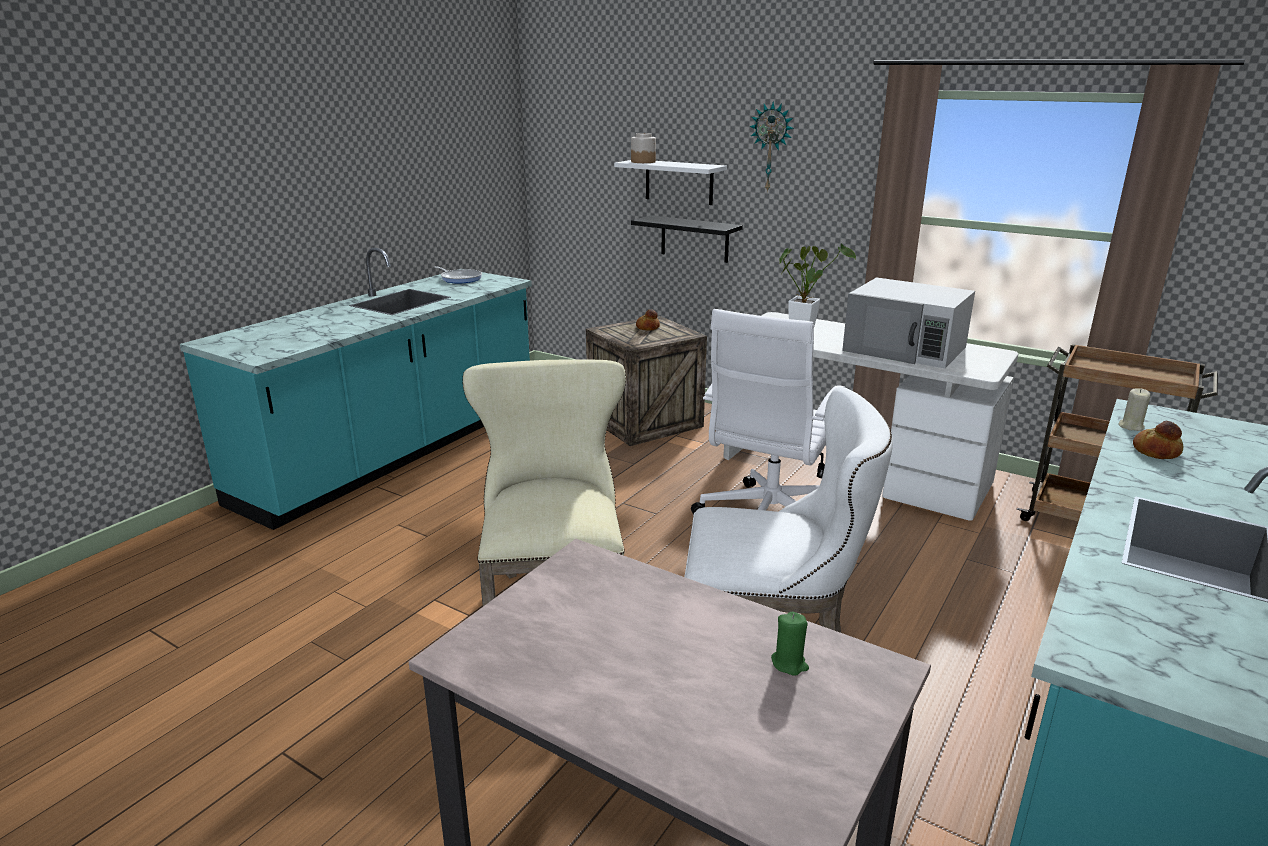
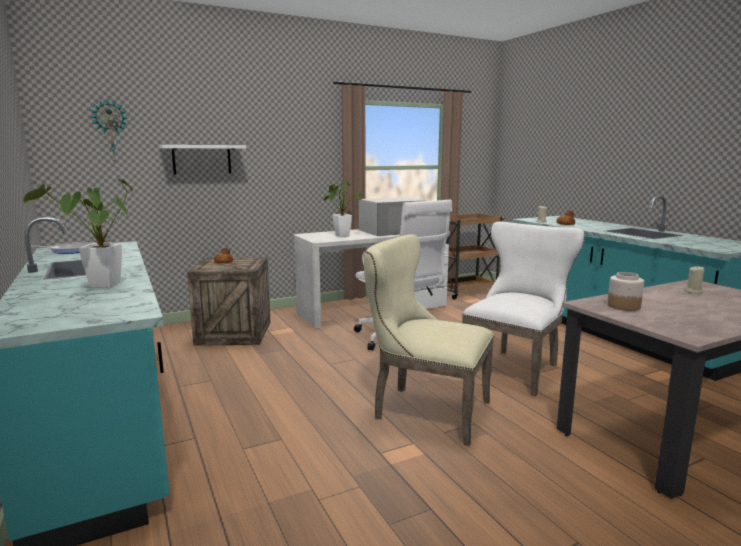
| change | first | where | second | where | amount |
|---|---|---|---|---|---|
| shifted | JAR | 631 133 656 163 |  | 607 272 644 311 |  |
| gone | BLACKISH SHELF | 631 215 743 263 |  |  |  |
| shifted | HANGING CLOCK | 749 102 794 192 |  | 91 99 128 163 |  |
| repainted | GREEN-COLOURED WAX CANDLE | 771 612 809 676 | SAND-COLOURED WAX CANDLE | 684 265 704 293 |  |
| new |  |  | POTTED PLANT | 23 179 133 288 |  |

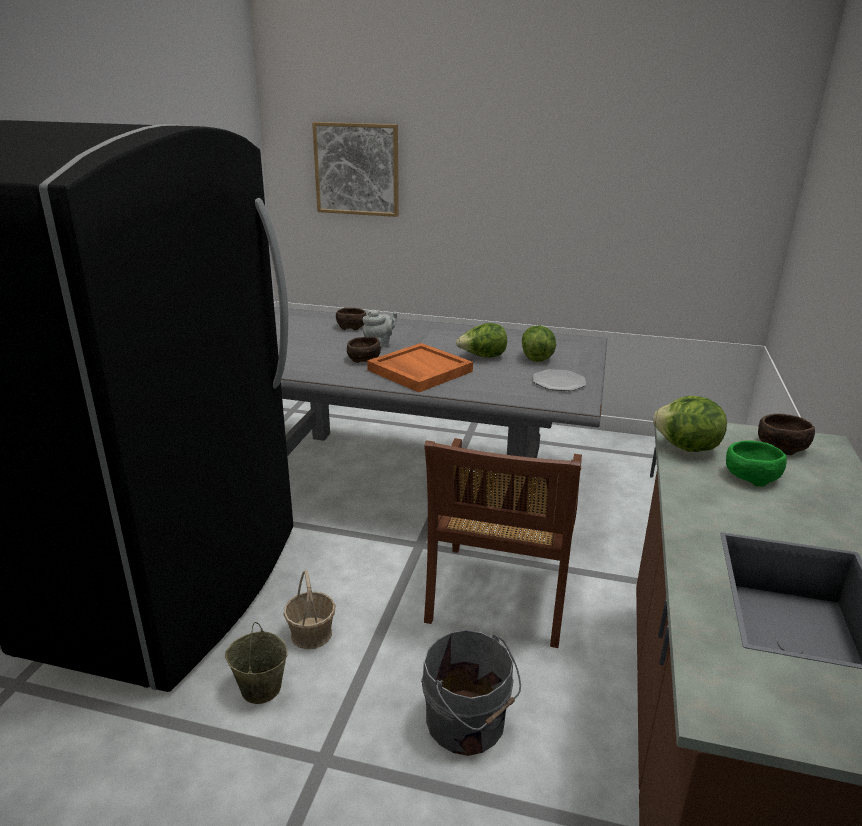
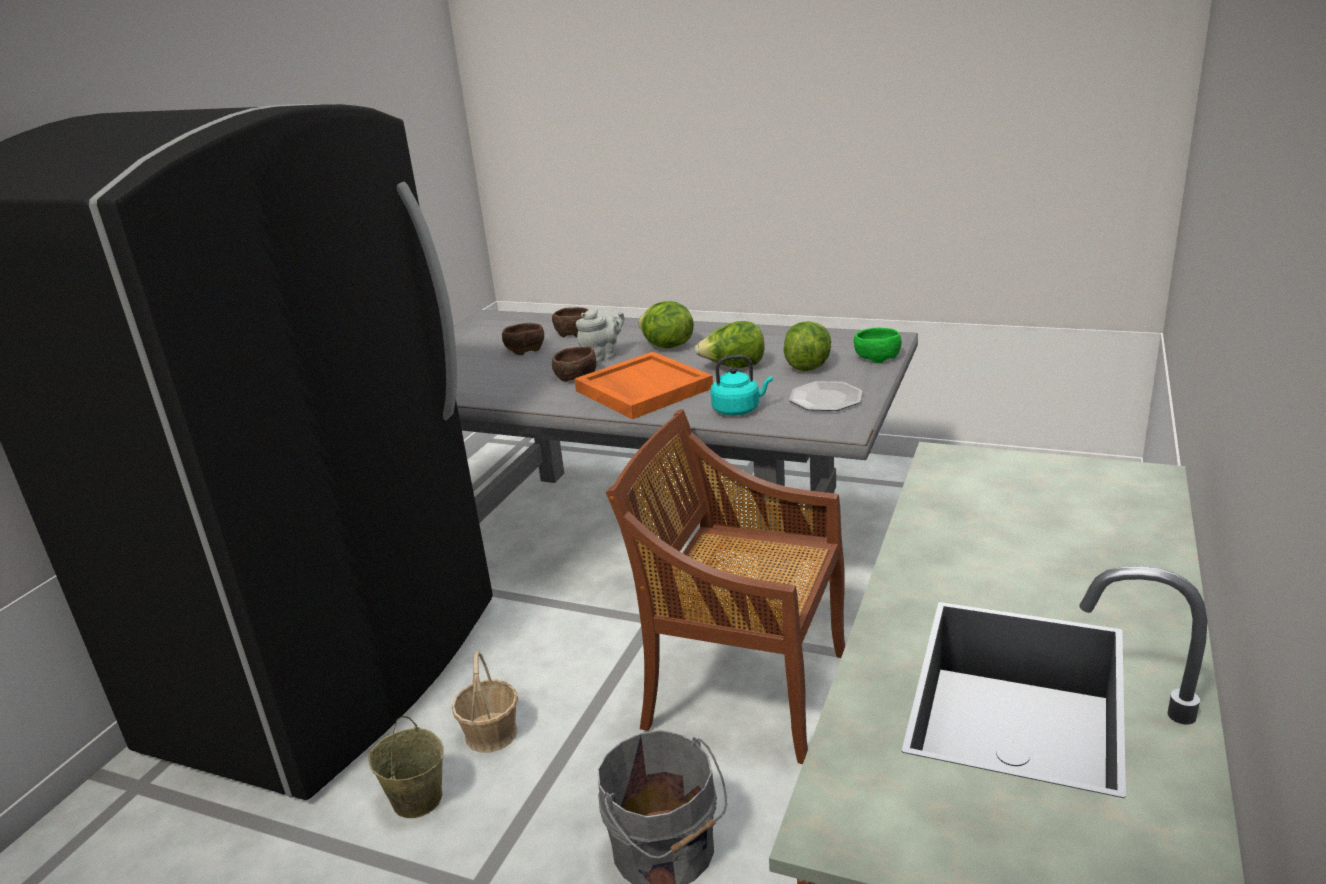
| change | first | where | second | where | amount |
|---|---|---|---|---|---|
| gone | WALL PICTURE | 312 122 399 217 |  |  |  |
| rotated | BROWN-COLOURED CHAIR | 424 438 582 648 |  | 606 409 845 764 | 90 degrees clockwise |
| shifted | HEAD OF LETTUCE | 653 396 727 452 |  | 638 301 694 348 |  |
| shifted | GREEN-COLOURED DEEP DISH | 726 440 787 487 |  | 854 328 902 363 |  |
| shifted | BROWN-COLOURED DEEP DISH | 758 414 815 455 |  | 502 323 544 355 |  |
| new |  |  | TURQUOISE-COLOURED TEA KETTLE | 710 355 773 416 |  |

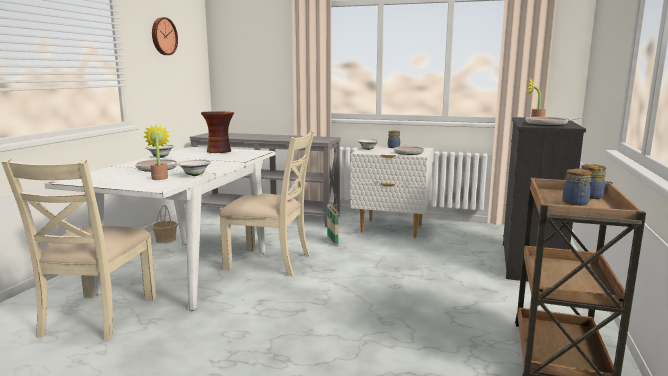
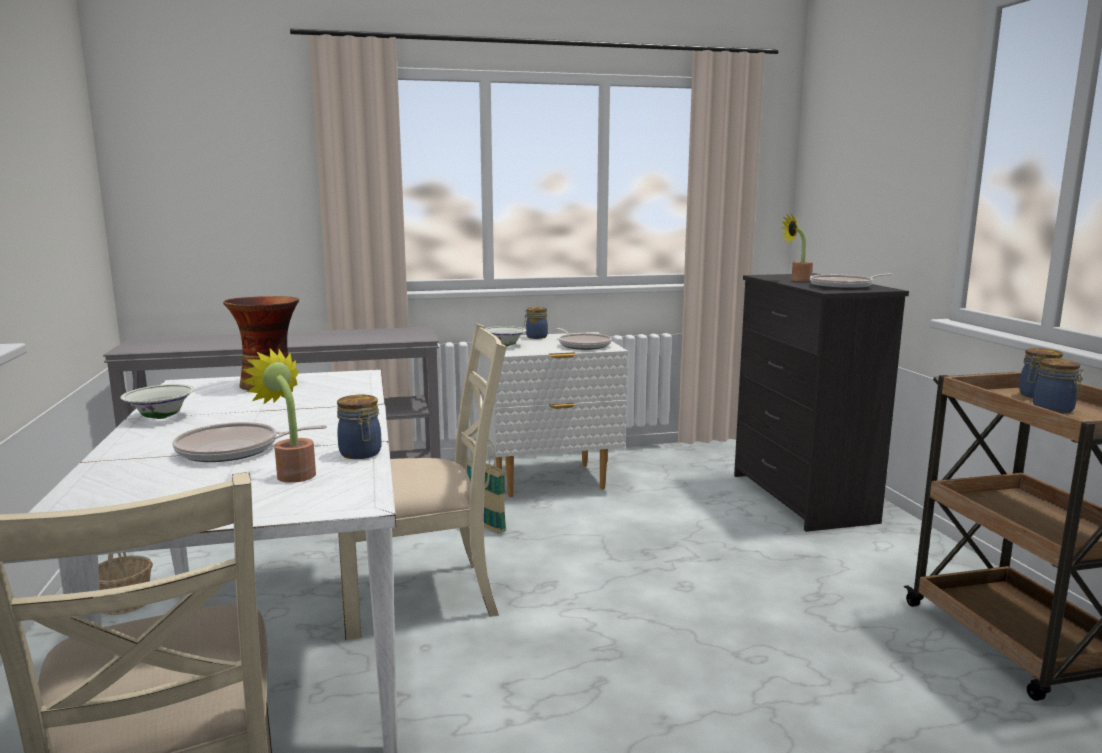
| change | first | where | second | where | amount |
|---|---|---|---|---|---|
| gone | HANGING CLOCK | 152 17 178 55 |  |  |  |
| swapped | WHITISH DEEP DISH | 176 160 212 176 | JAR | 337 395 382 459 |  |

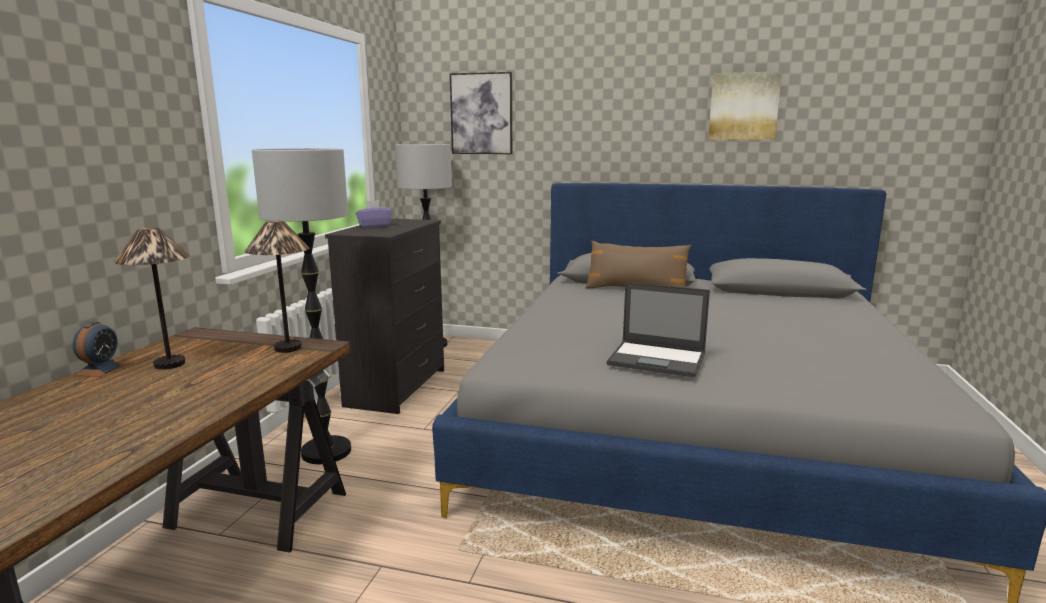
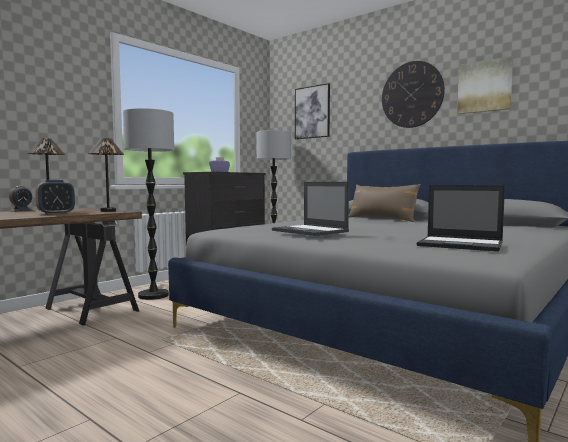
| change | first | where | second | where | amount |
|---|---|---|---|---|---|
| new |  |  | ALARM CLOCK | 35 180 75 215 |  |
| new |  |  | HANGING CLOCK | 382 61 445 128 |  |
| new |  |  | NOTEBOOK COMPUTER | 417 185 505 252 |  |

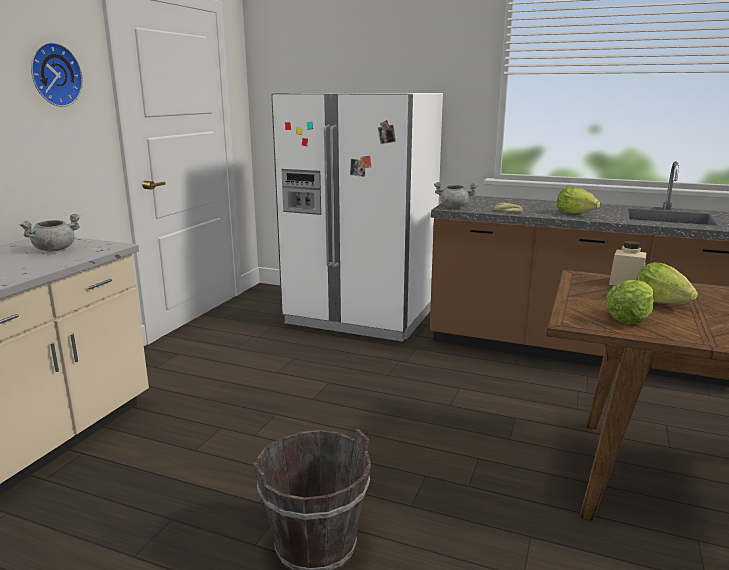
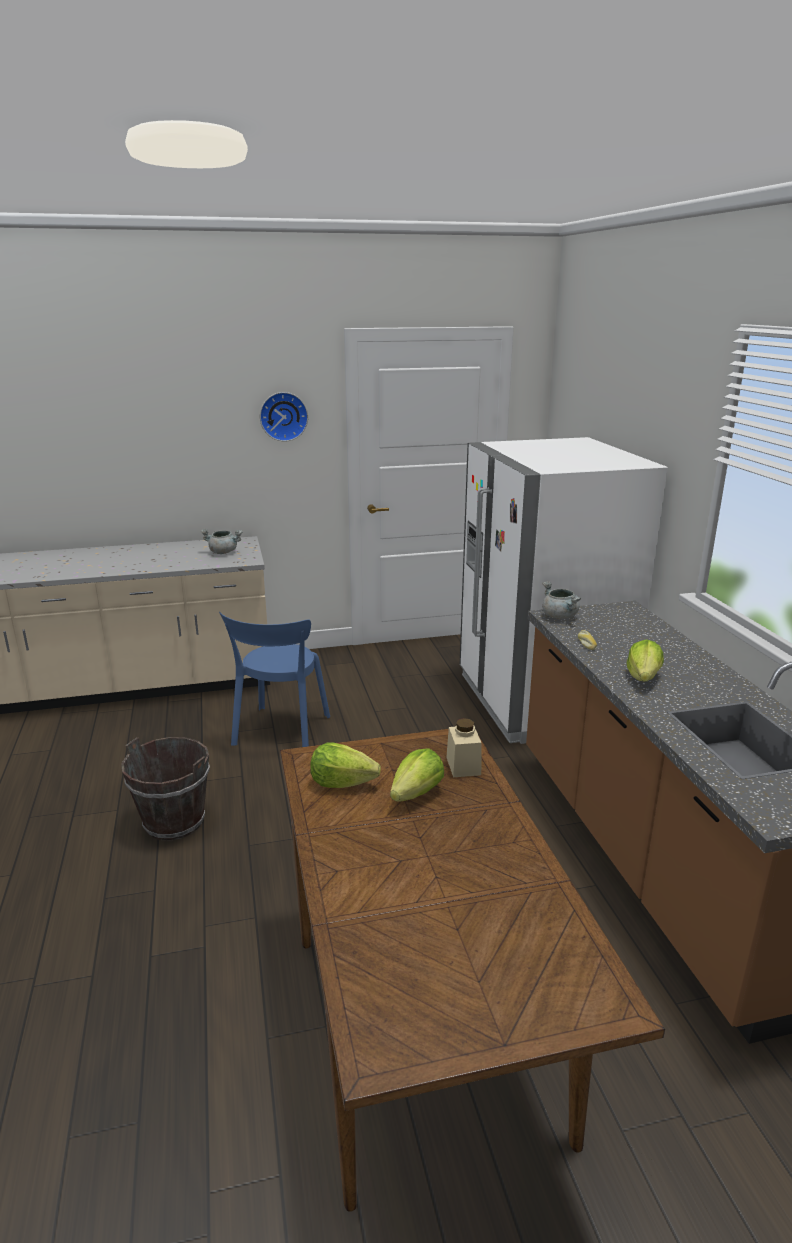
| change | first | where | second | where | amount |
|---|---|---|---|---|---|
| new |  |  | BLUE CHAIR | 219 611 330 747 |  |

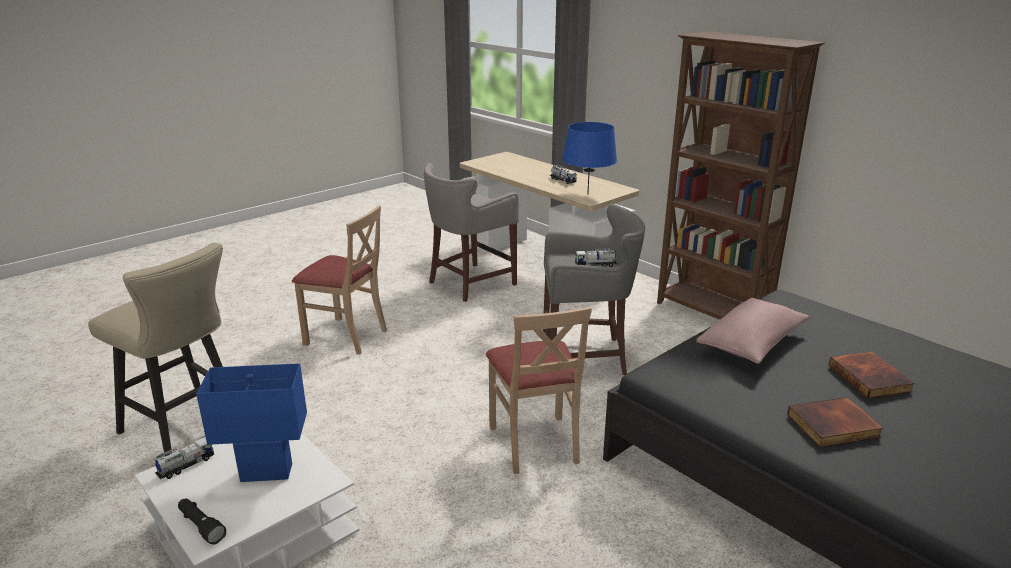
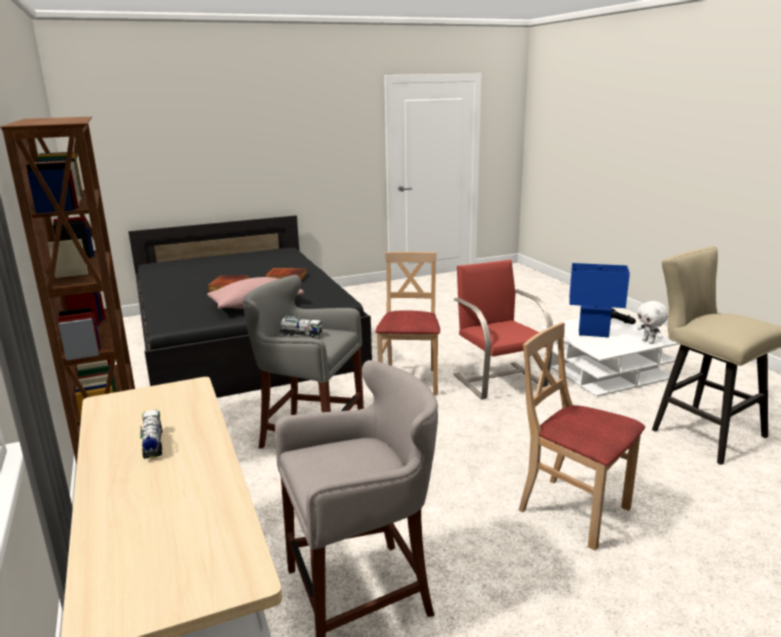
| change | first | where | second | where | amount |
|---|---|---|---|---|---|
| swapped | MODEL TRUCK | 155 437 214 479 | WHITISH PLUSH TOY | 637 301 668 344 |  |
| gone | BLUE TABLE LAMP | 562 122 617 195 |  |  |  |
| new |  |  | RED CHAIR | 453 260 553 399 |  |

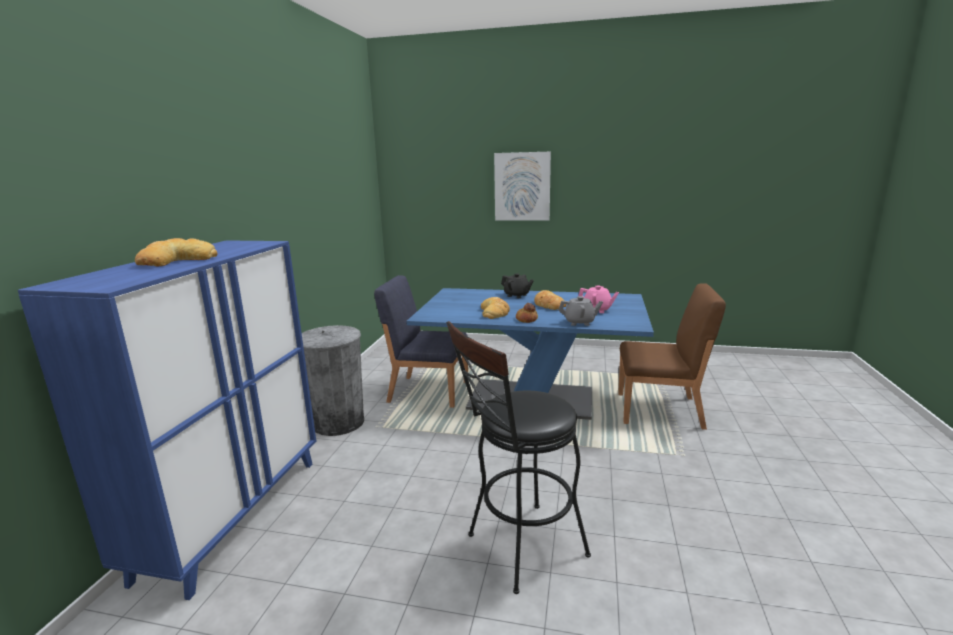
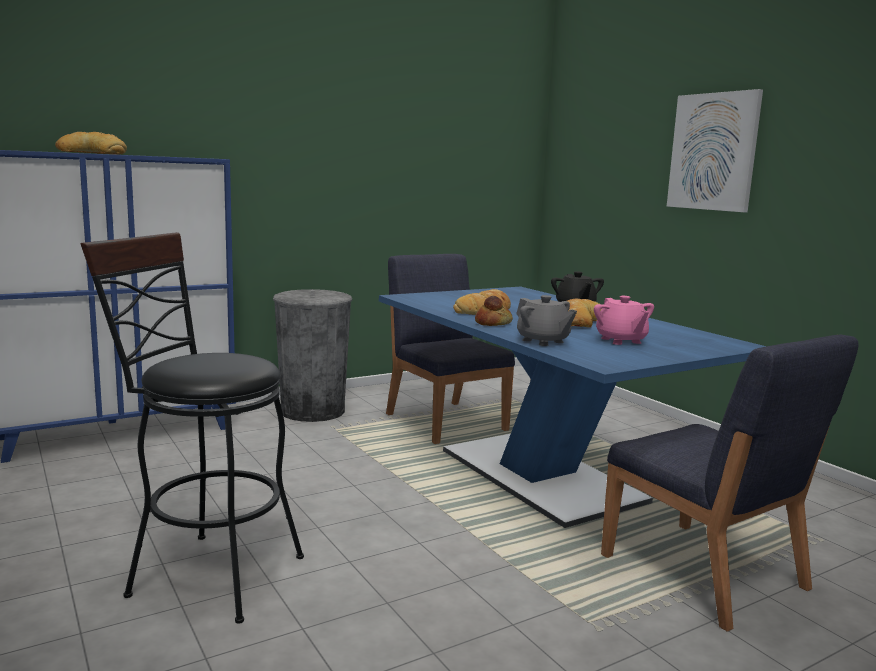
| change | first | where | second | where | amount |
|---|---|---|---|---|---|
| repainted | BROWN-COLOURED CHAIR | 618 283 726 430 | BLUE CHAIR | 601 335 858 632 |  |

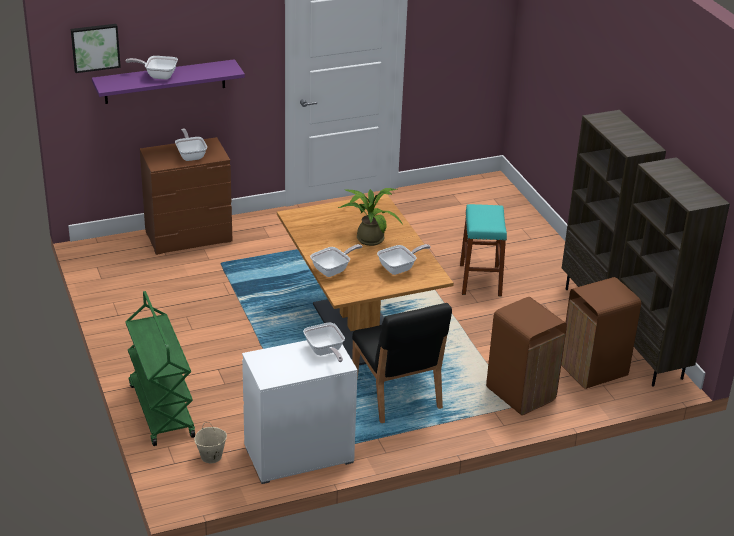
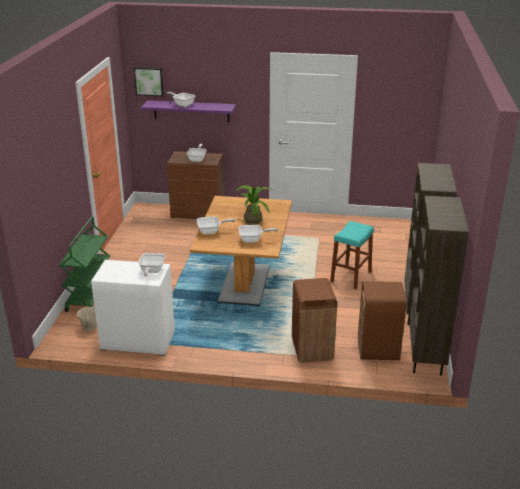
| change | first | where | second | where | amount |
|---|---|---|---|---|---|
| gone | BLACKISH CHAIR | 352 303 452 423 |  |  |  |

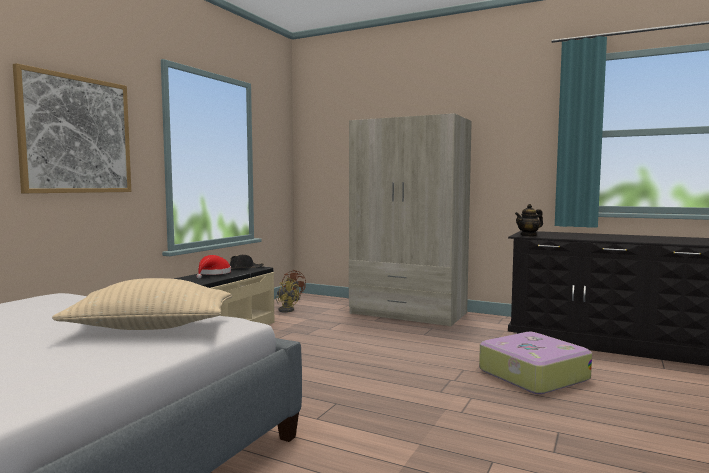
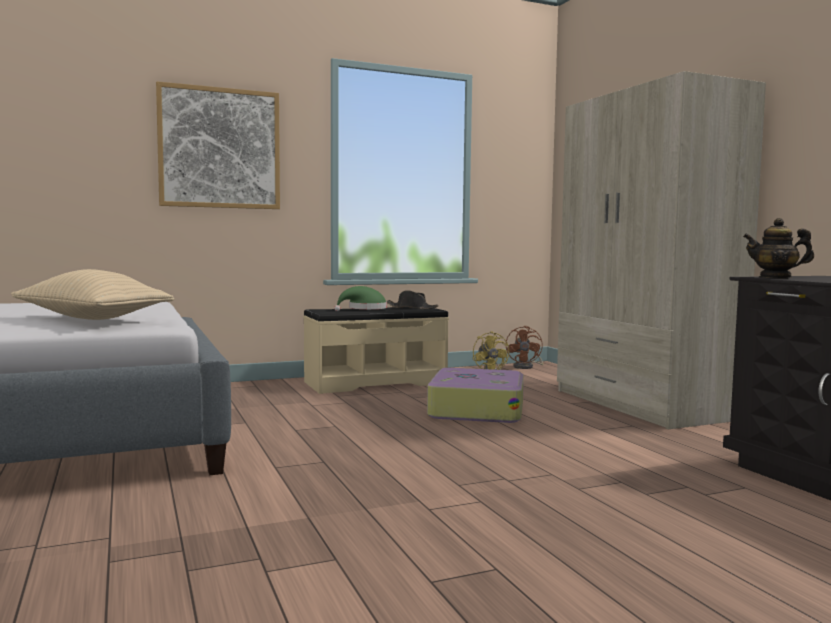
| change | first | where | second | where | amount |
|---|---|---|---|---|---|
| repainted | RED HAT | 197 255 231 279 | GREEN-COLOURED HAT | 334 286 387 311 |  |
| shifted | TRAVEL CASE | 479 332 592 394 |  | 427 368 524 423 |  |

